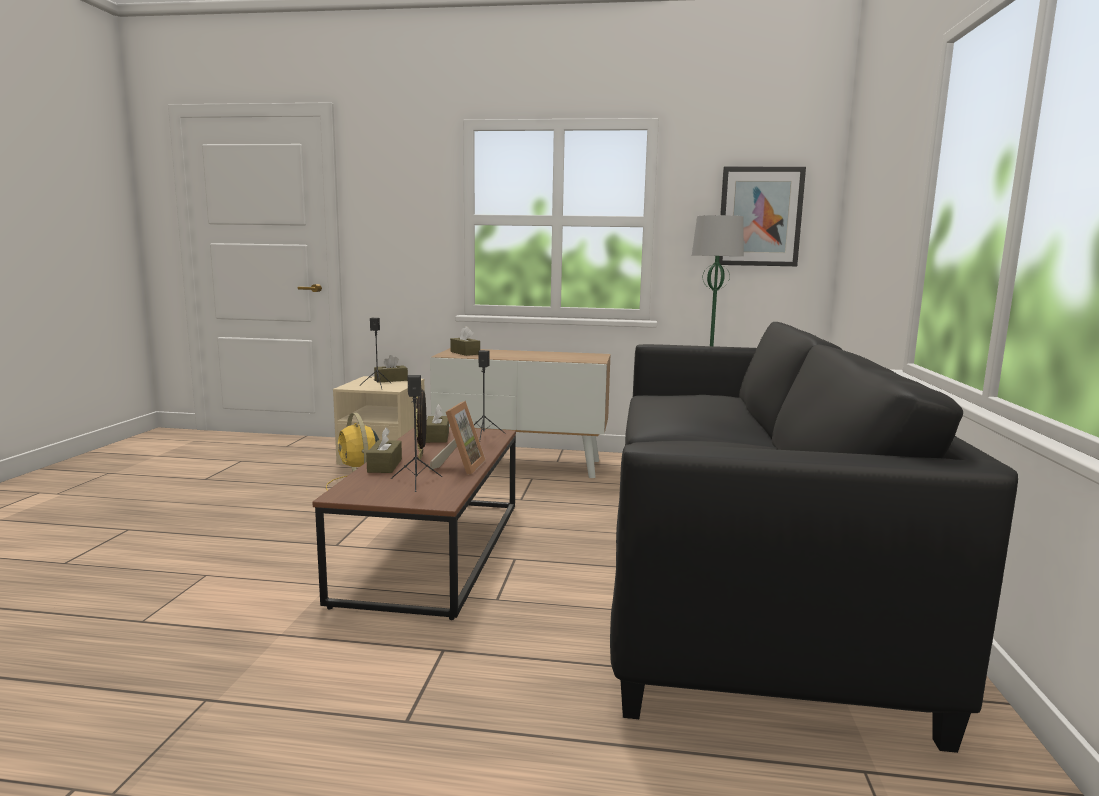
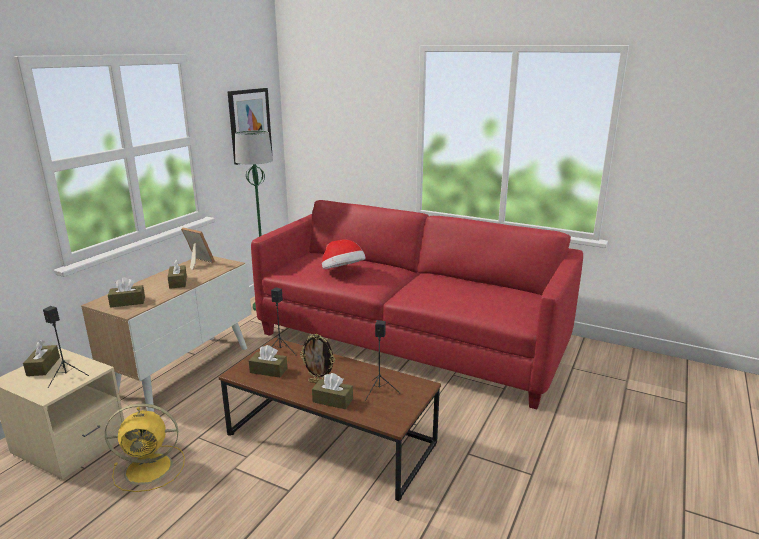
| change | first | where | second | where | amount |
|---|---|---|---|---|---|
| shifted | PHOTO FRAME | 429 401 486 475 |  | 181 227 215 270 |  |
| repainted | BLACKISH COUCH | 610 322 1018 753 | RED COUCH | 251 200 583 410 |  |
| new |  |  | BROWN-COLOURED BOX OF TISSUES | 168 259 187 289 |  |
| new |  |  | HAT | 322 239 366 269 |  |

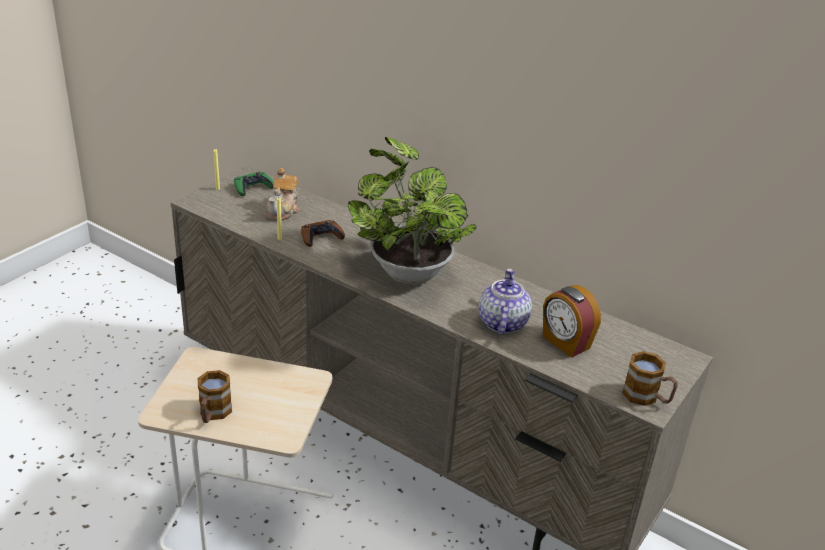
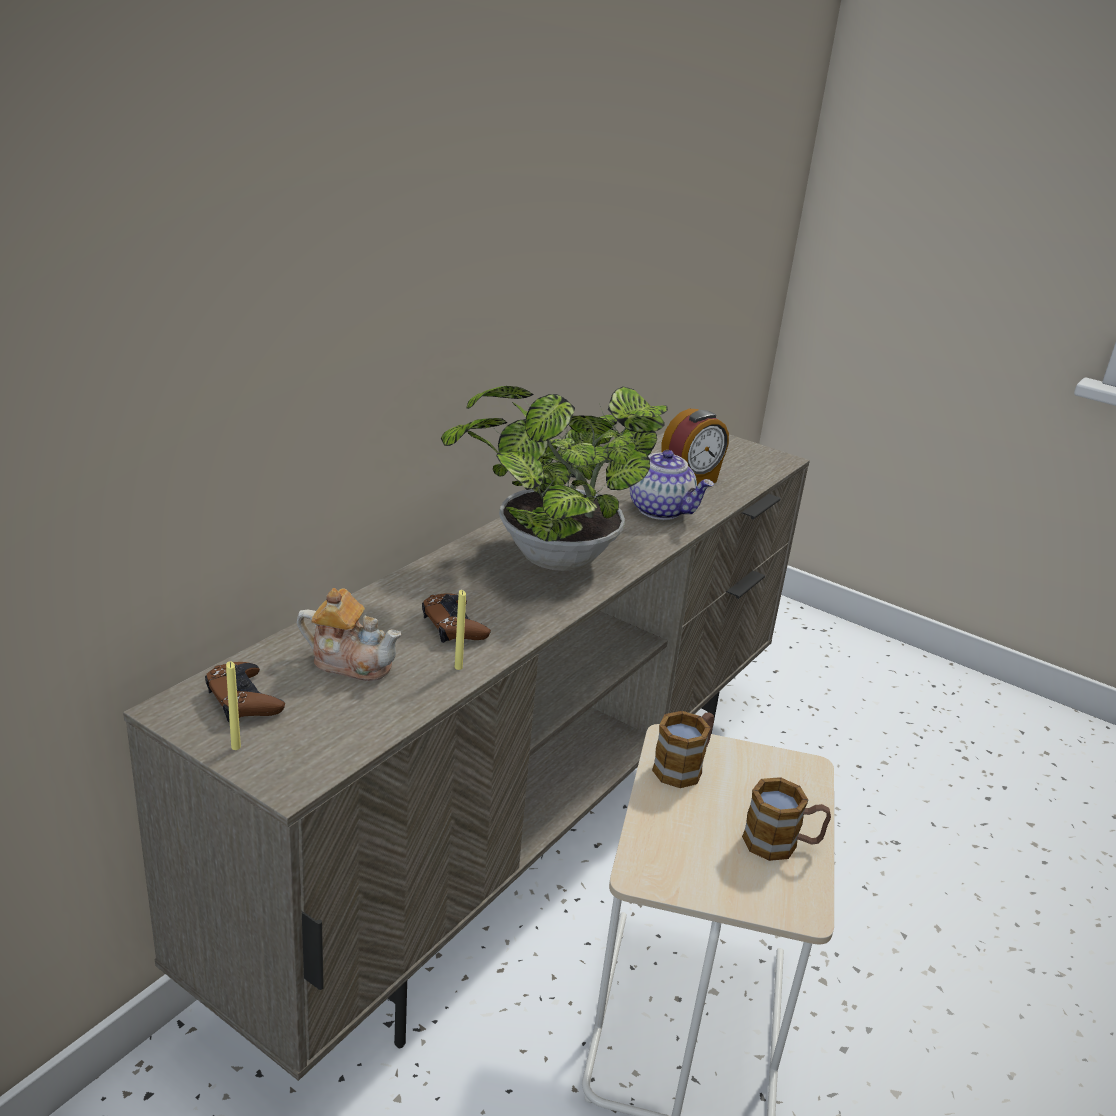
| change | first | where | second | where | amount |
|---|---|---|---|---|---|
| repainted | GREEN-COLOURED GAME CONTROLLER | 234 172 274 196 | BROWN-COLOURED GAME CONTROLLER | 205 662 285 722 |  |
| rotated | POT FOR TEA | 479 269 532 335 |  | 630 450 714 520 | 150 degrees counterclockwise |
| shifted | COFFEE MUG | 622 351 678 406 |  | 652 711 714 788 |  |

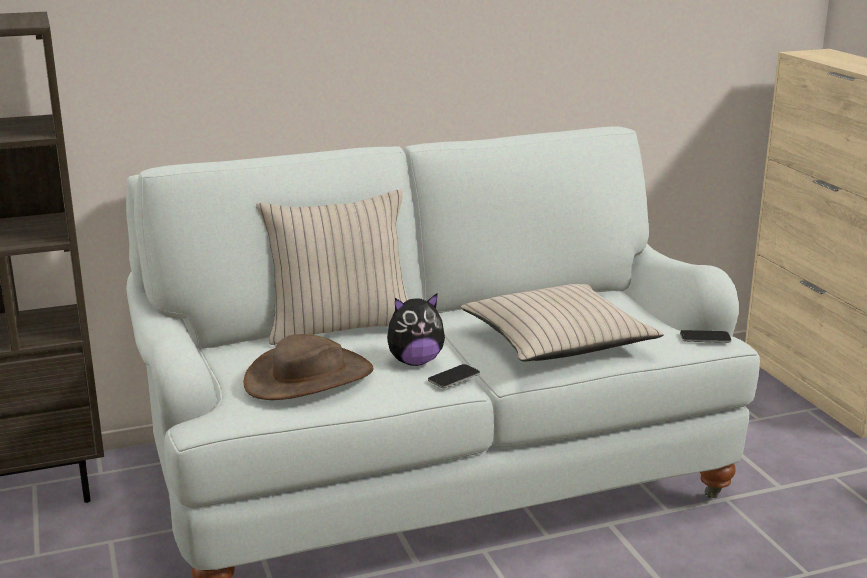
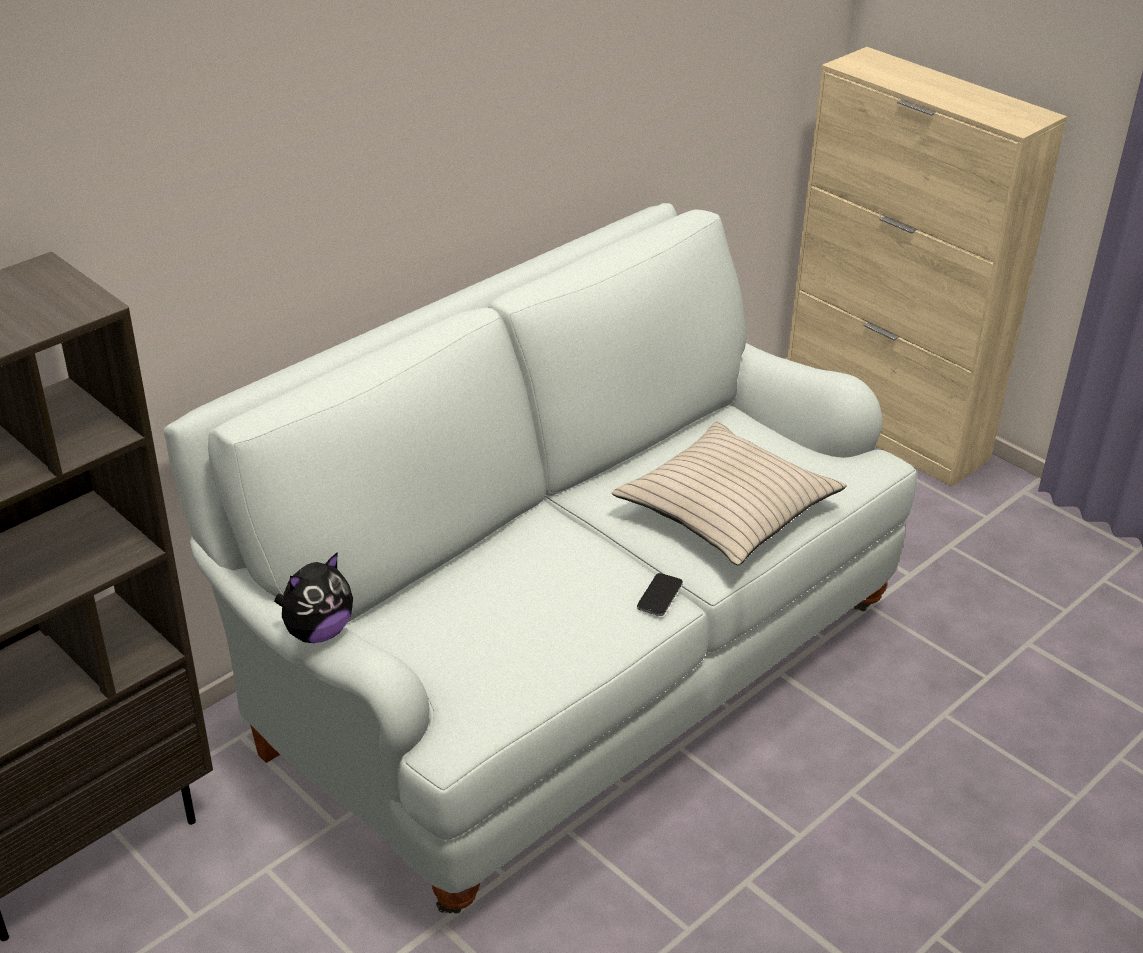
| change | first | where | second | where | amount |
|---|---|---|---|---|---|
| gone | BROWN-COLOURED HAT | 244 334 373 400 |  |  |  |
| gone | SAND-COLOURED THROW PILLOW | 256 189 409 345 |  |  |  |
| shifted | PLUSH TOY | 387 293 445 366 |  | 274 552 353 643 |  |
| gone | TELEPHONE | 680 330 731 343 |  |  |  |

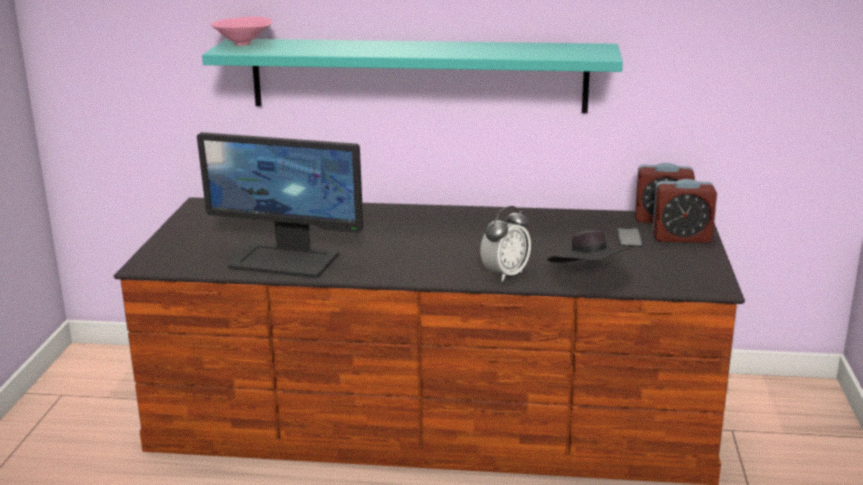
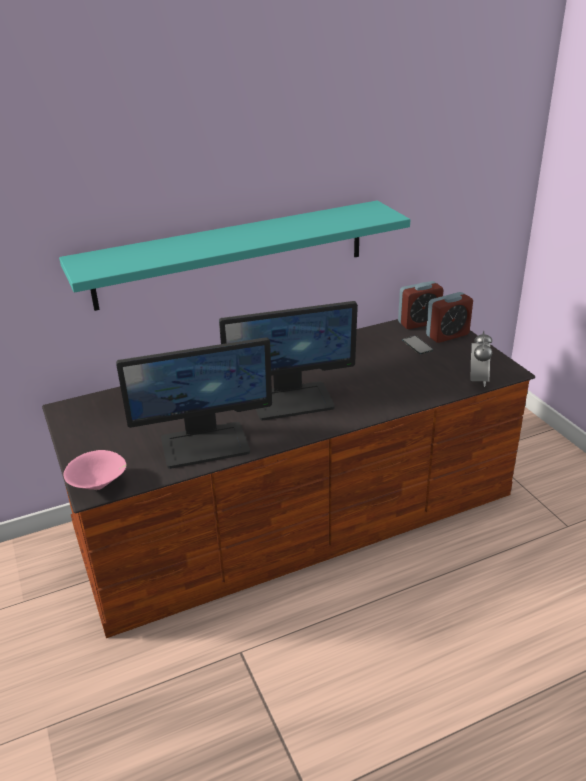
| change | first | where | second | where | amount |
|---|---|---|---|---|---|
| shifted | PINK-COLOURED DEEP DISH | 210 17 272 46 |  | 63 450 127 490 |  |
| shifted | ALARM CLOCK | 480 206 531 282 |  | 471 331 492 387 |  |
| gone | BLACKISH HAT | 547 229 630 263 |  |  |  |
| new |  |  | COMPUTER SCREEN | 219 301 358 420 |  |

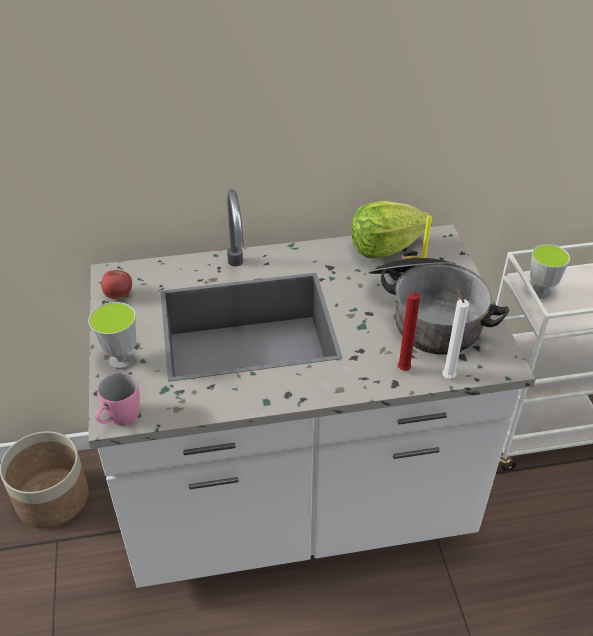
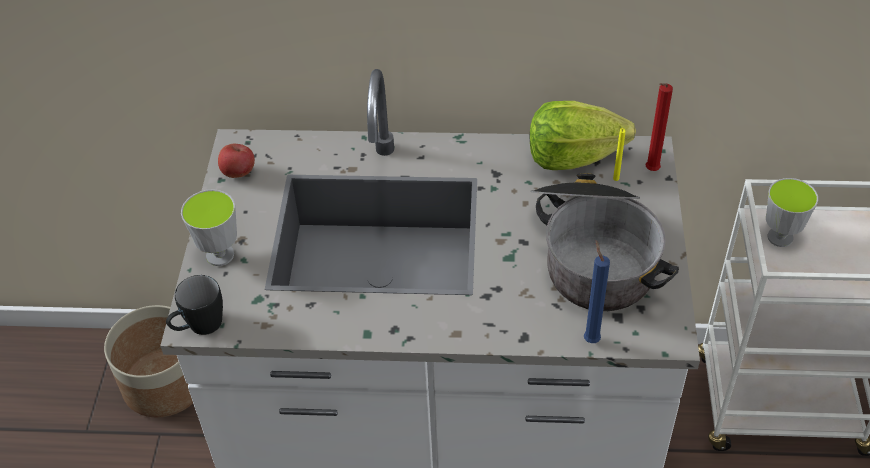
| change | first | where | second | where | amount |
|---|---|---|---|---|---|
| repainted | PINK-COLOURED COFFEE MUG | 95 372 140 426 | BLACKISH COFFEE MUG | 166 275 223 335 |  |
| shifted | RED WAX CANDLE | 398 291 420 371 |  | 646 83 673 171 |  |
| repainted | WHITISH WAX CANDLE | 442 287 469 379 | BLUE WAX CANDLE | 584 240 610 343 |  |

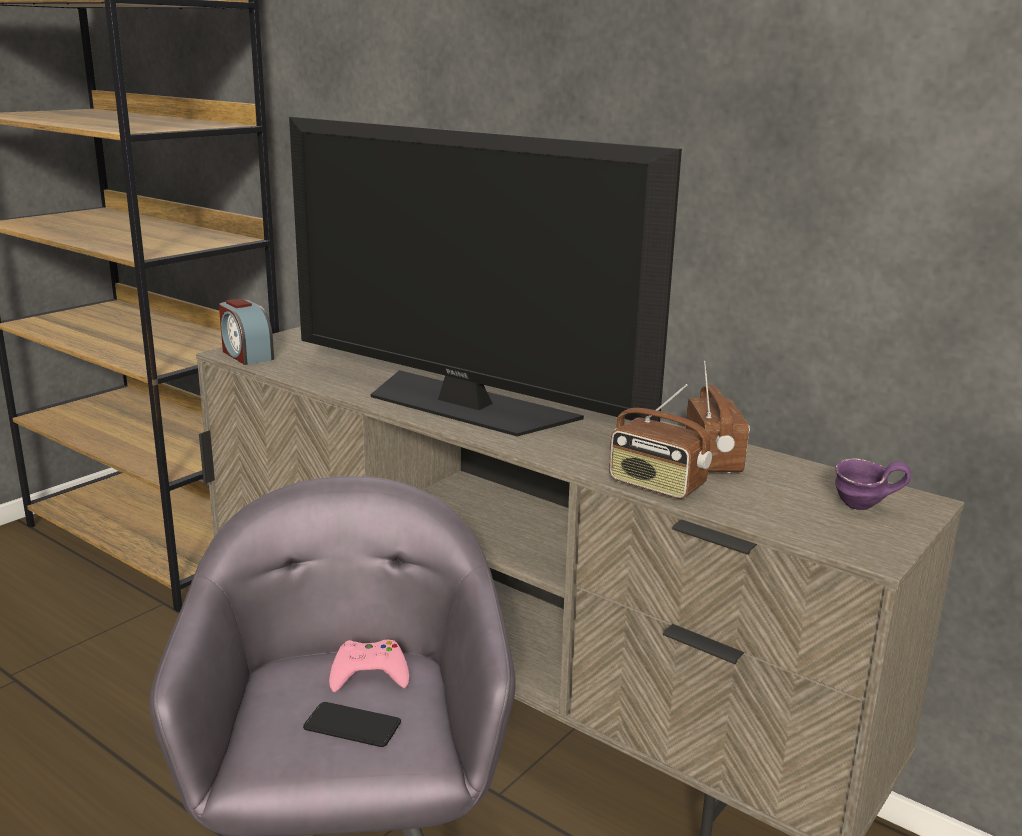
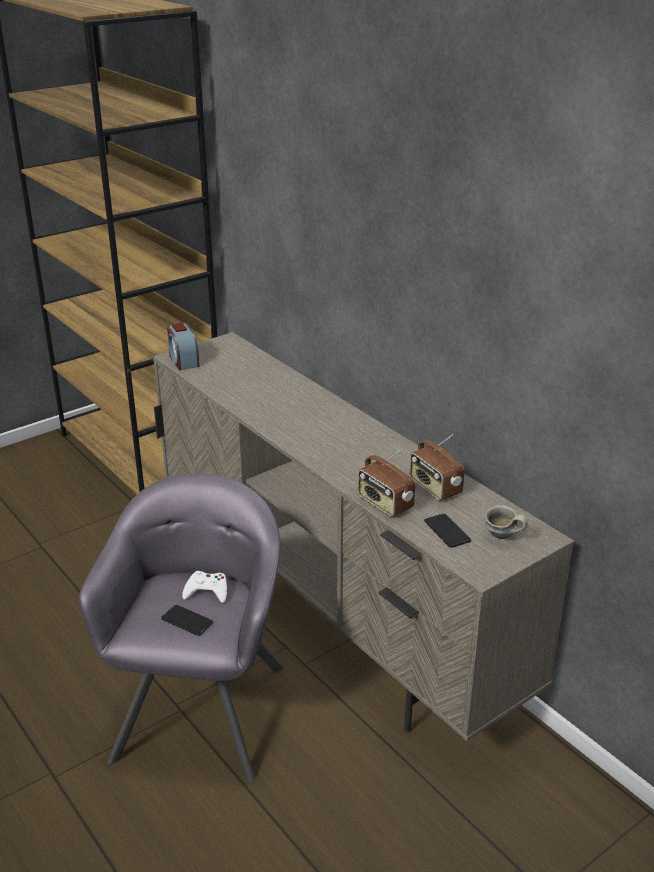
| change | first | where | second | where | amount |
|---|---|---|---|---|---|
| gone | TELEVISION | 289 117 682 436 |  |  |  |
| repainted | PINK-COLOURED GAME CONTROLLER | 329 640 409 692 | WHITISH GAME CONTROLLER | 182 571 227 603 |  |
| rotated | RADIO SET | 685 361 750 473 |  | 410 434 465 501 | 135 degrees clockwise |
| repainted | PURPLE COFFEE MUG | 835 459 911 510 | GREY COFFEE MUG | 485 505 528 539 |  |
| new |  |  | TELEPHONE | 424 514 471 547 |  |

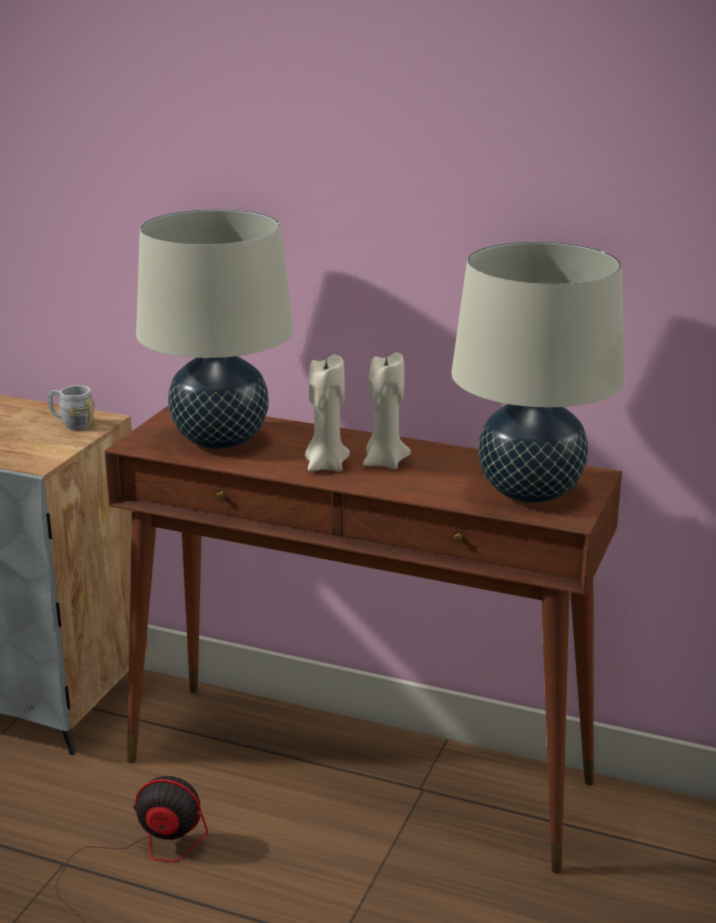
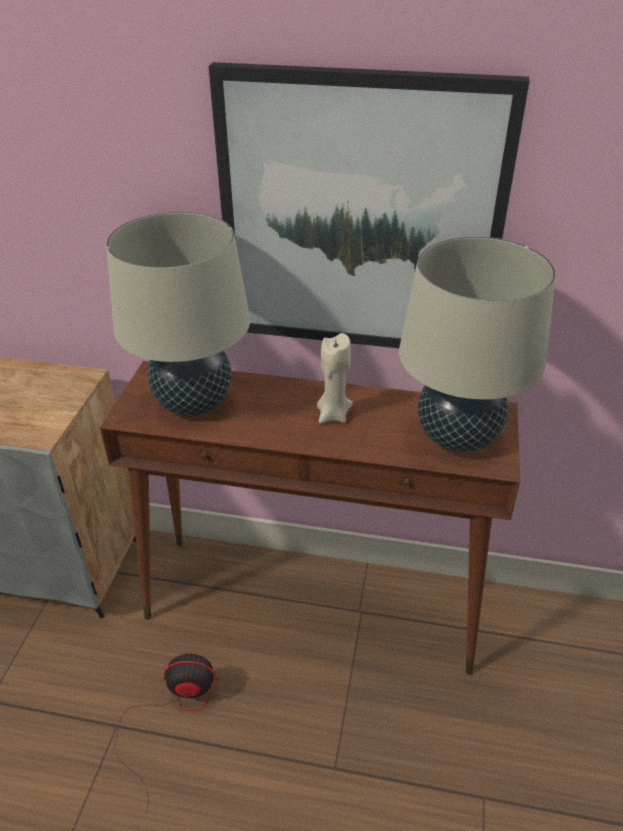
| change | first | where | second | where | amount |
|---|---|---|---|---|---|
| gone | GREY COFFEE MUG | 48 385 95 430 |  |  |  |
| gone | SAND-COLOURED WAX CANDLE | 305 355 350 472 |  |  |  |
| new |  |  | WALL PICTURE | 209 62 530 348 |  |

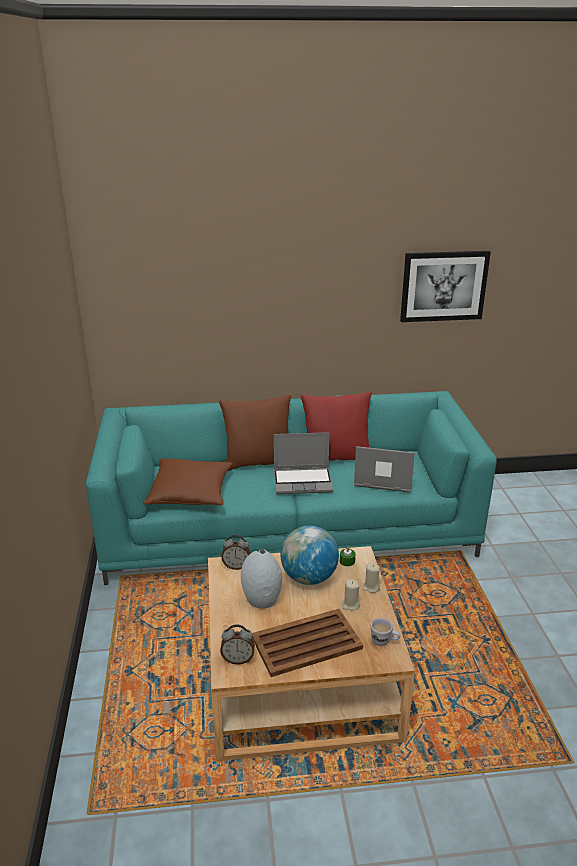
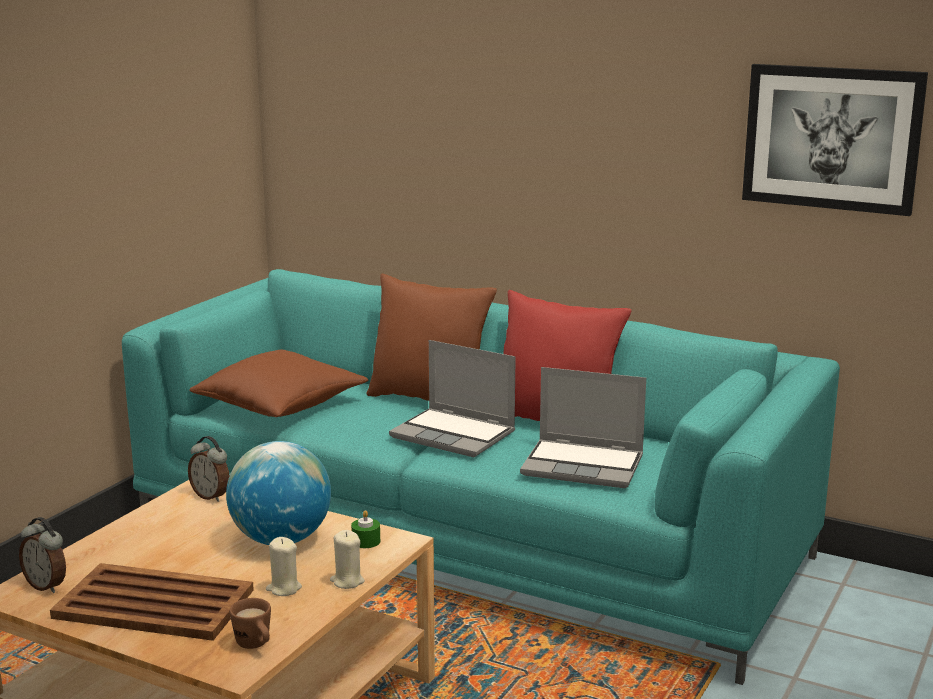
| change | first | where | second | where | amount |
|---|---|---|---|---|---|
| gone | GREY VASE | 241 549 282 609 |  |  |  |
| rotated | NOTEBOOK COMPUTER | 354 446 415 492 |  | 520 367 646 488 | 150 degrees clockwise |
| repainted | WHITISH COFFEE MUG | 371 618 401 646 | BROWN-COLOURED COFFEE MUG | 230 598 271 649 |  |

